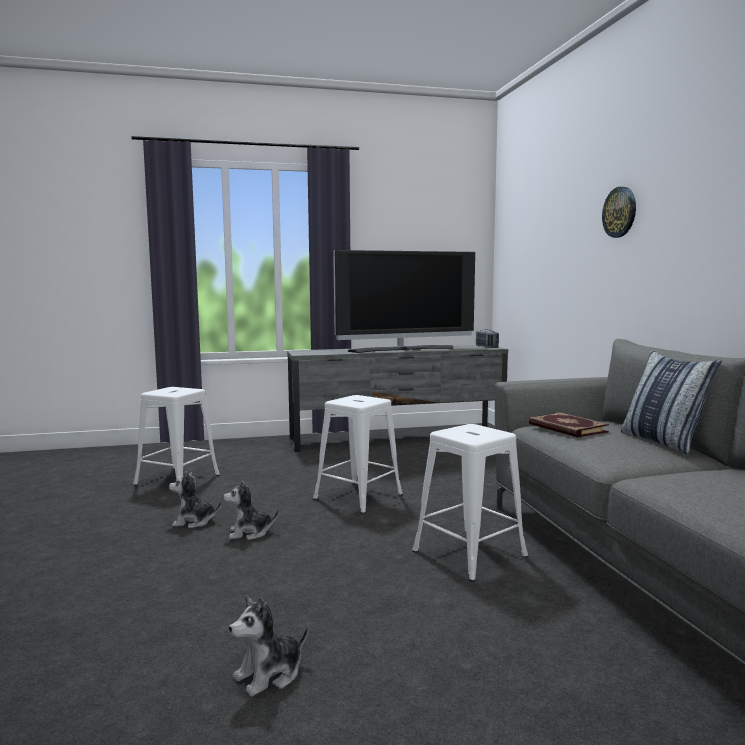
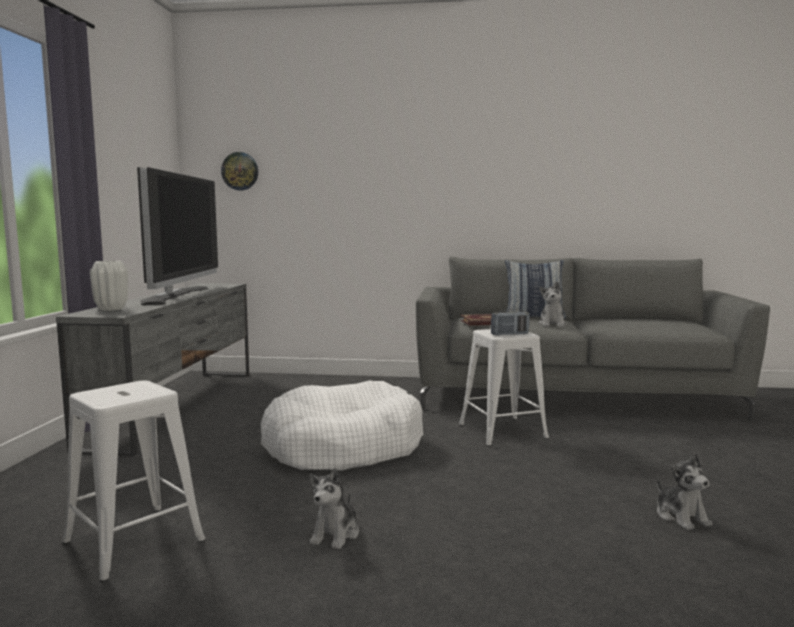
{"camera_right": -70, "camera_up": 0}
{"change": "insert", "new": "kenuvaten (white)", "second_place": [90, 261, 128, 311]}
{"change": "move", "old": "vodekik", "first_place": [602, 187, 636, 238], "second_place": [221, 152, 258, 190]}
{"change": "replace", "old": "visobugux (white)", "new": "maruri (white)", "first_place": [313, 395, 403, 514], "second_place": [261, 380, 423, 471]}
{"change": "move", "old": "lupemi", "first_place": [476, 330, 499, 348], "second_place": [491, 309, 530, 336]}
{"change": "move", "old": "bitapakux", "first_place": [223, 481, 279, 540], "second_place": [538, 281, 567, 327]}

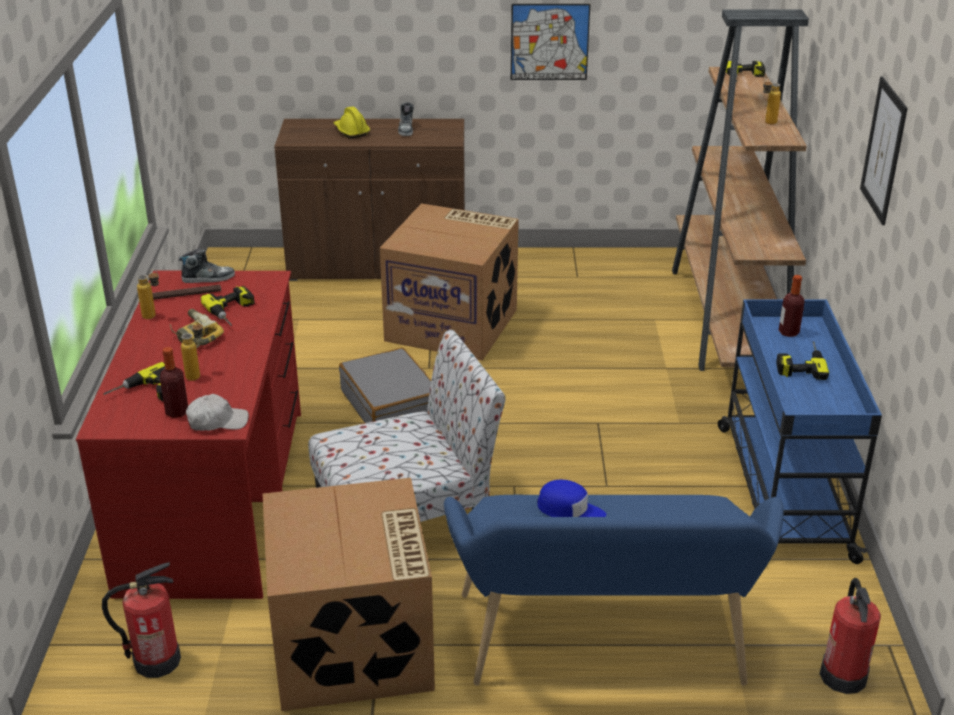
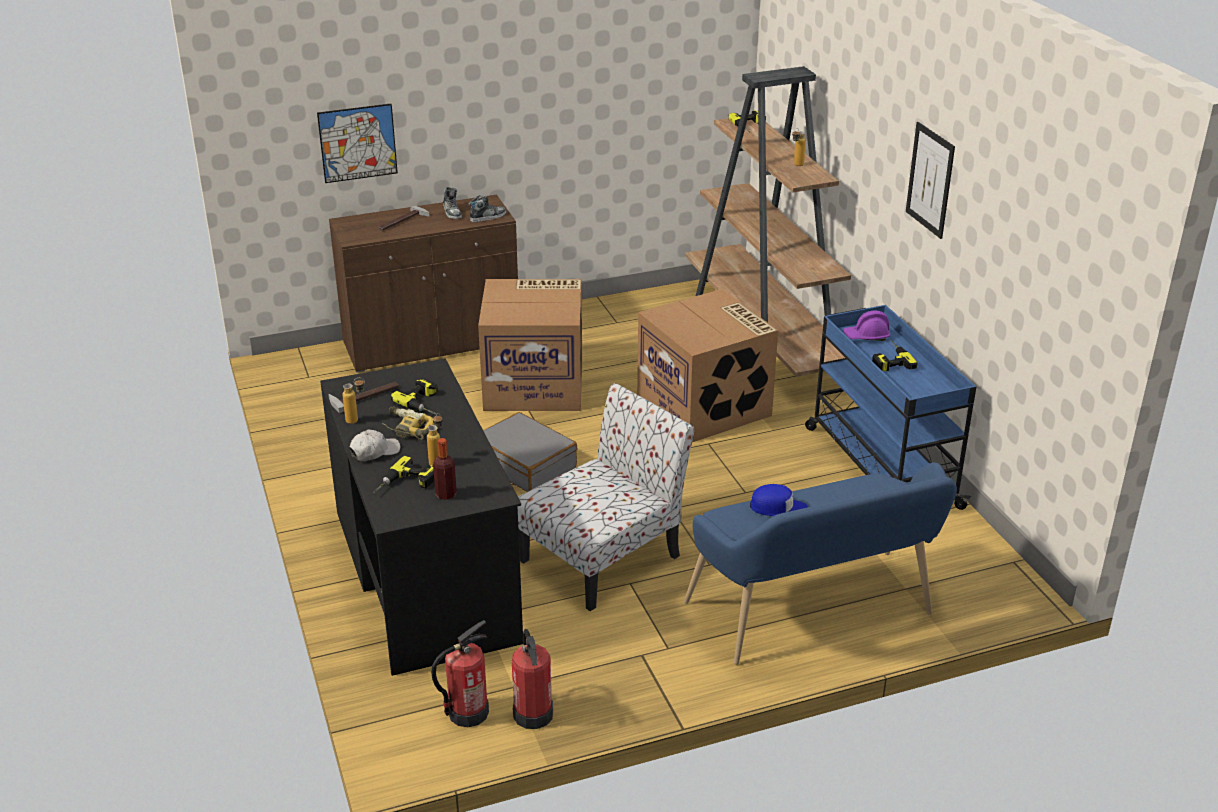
{"camera_right": -20, "camera_up": 0}
{"change": "move", "old": "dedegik", "first_place": [511, 4, 590, 80], "second_place": [317, 104, 398, 183]}
{"change": "recolor", "old": "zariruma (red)", "new": "zariruma (black)", "first_place": [76, 271, 301, 599], "second_place": [320, 359, 523, 676]}
{"change": "move", "old": "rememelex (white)", "first_place": [186, 394, 249, 431], "second_place": [349, 429, 400, 461]}
{"change": "replace", "old": "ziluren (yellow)", "new": "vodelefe", "first_place": [334, 106, 370, 138], "second_place": [378, 205, 430, 231]}
{"change": "move", "old": "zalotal", "first_place": [179, 249, 235, 283], "second_place": [468, 195, 506, 222]}
{"change": "move", "old": "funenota", "first_place": [820, 578, 881, 694], "second_place": [512, 629, 553, 729]}
{"change": "move", "old": "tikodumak", "first_place": [263, 478, 435, 711], "second_place": [637, 289, 778, 442]}
{"change": "replace", "old": "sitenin", "new": "ziluren (purple)", "first_place": [779, 275, 805, 337], "second_place": [843, 311, 890, 341]}

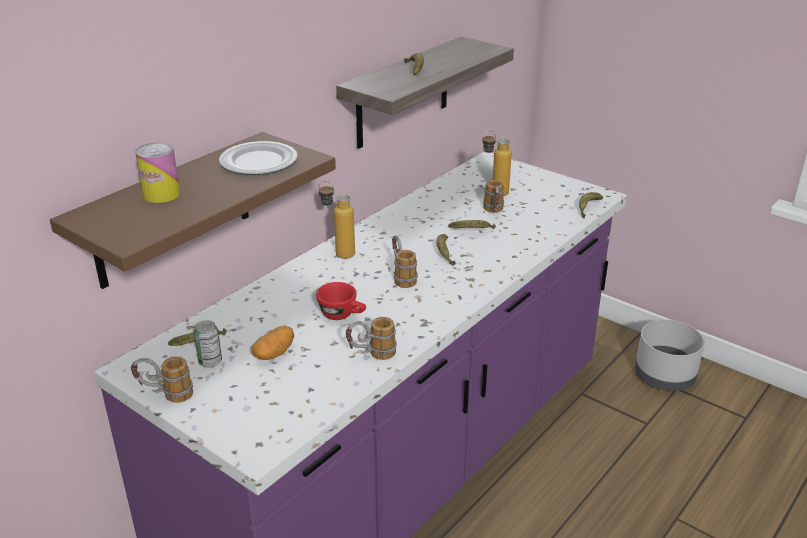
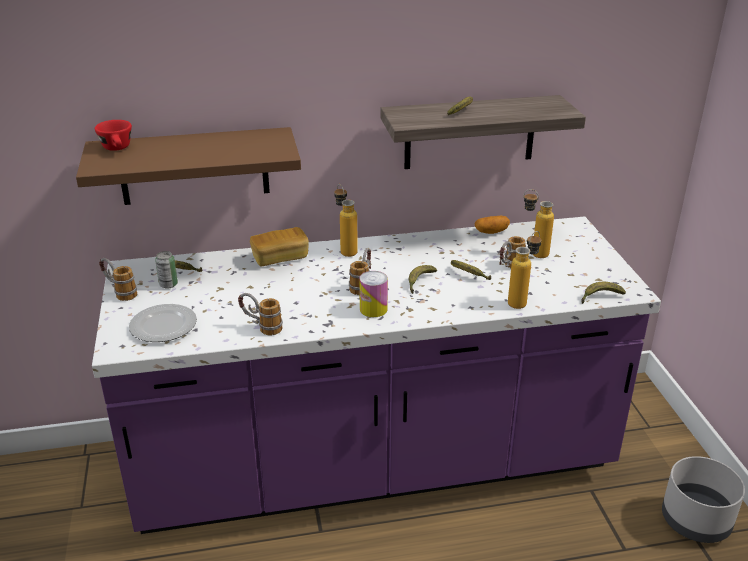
{"camera_right": 40, "camera_up": 0}
{"change": "move", "old": "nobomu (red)", "first_place": [316, 282, 366, 320], "second_place": [95, 120, 132, 151]}
{"change": "move", "old": "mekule", "first_place": [219, 141, 298, 175], "second_place": [129, 304, 197, 342]}
{"change": "insert", "new": "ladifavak", "second_place": [250, 227, 309, 266]}
{"change": "move", "old": "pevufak", "first_place": [135, 142, 180, 203], "second_place": [359, 271, 388, 317]}
{"change": "move", "old": "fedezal", "first_place": [251, 325, 294, 360], "second_place": [475, 216, 510, 234]}
{"change": "insert", "new": "sitenin", "second_place": [508, 231, 542, 309]}

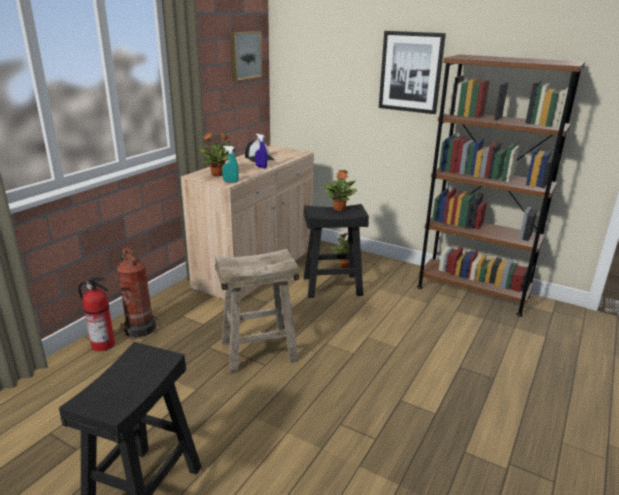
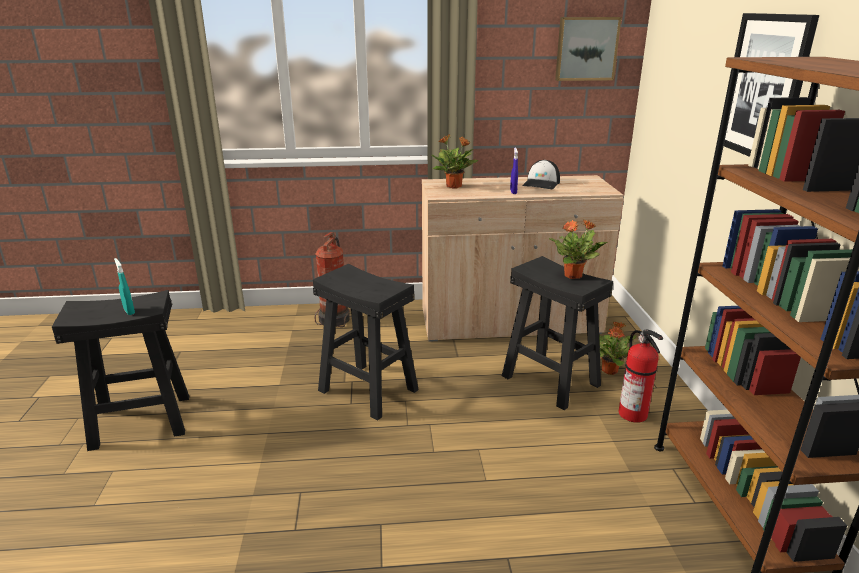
{"camera_right": 55, "camera_up": 0}
{"change": "move", "old": "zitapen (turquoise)", "first_place": [222, 146, 239, 182], "second_place": [114, 258, 135, 315]}
{"change": "recolor", "old": "visobugux (beige)", "new": "visobugux (black)", "first_place": [215, 249, 299, 374], "second_place": [313, 264, 419, 420]}
{"change": "move", "old": "funenota", "first_place": [78, 277, 115, 351], "second_place": [618, 330, 663, 423]}

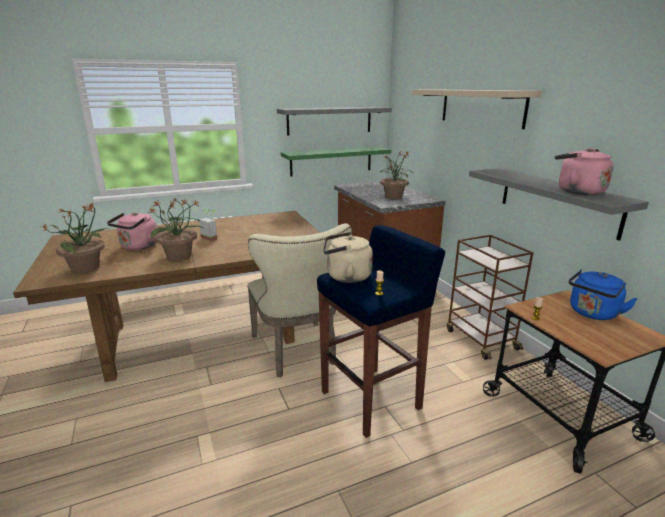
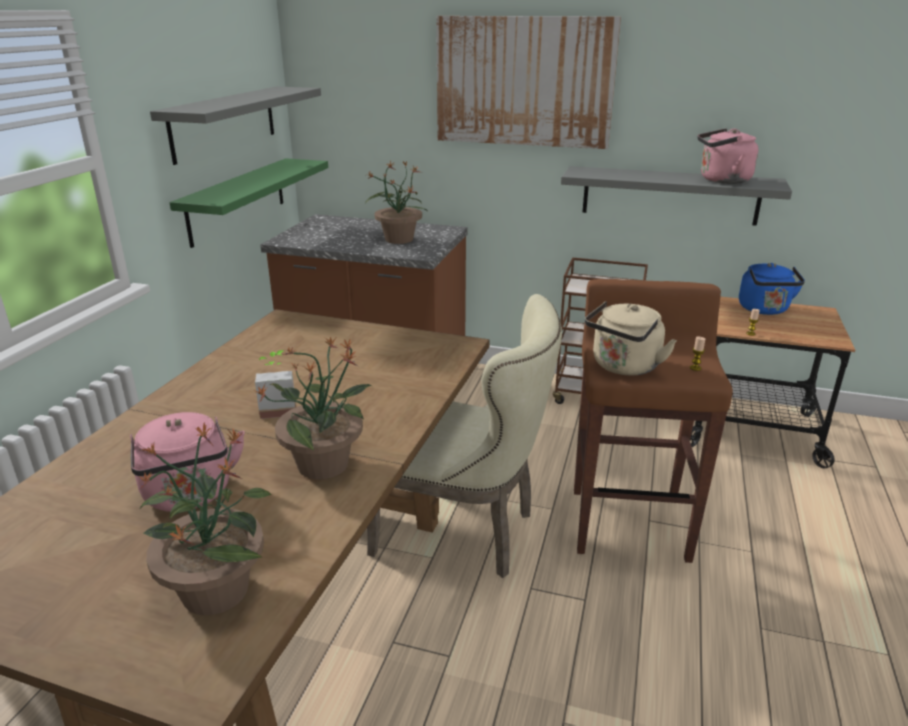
{"camera_right": -50, "camera_up": 5}
{"change": "replace", "old": "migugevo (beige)", "new": "dedegik", "first_place": [412, 90, 542, 129], "second_place": [436, 16, 621, 149]}
{"change": "recolor", "old": "visobugux (blue)", "new": "visobugux (brown)", "first_place": [317, 225, 445, 438], "second_place": [574, 279, 733, 563]}

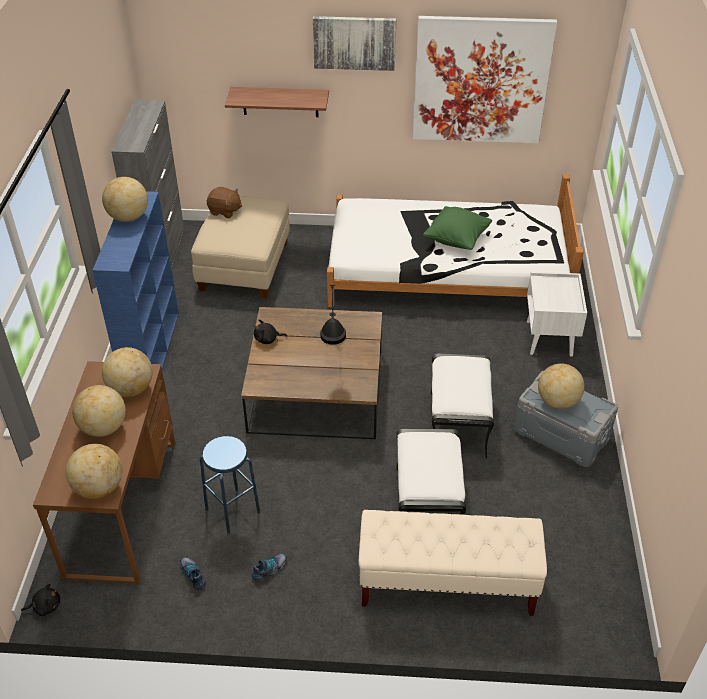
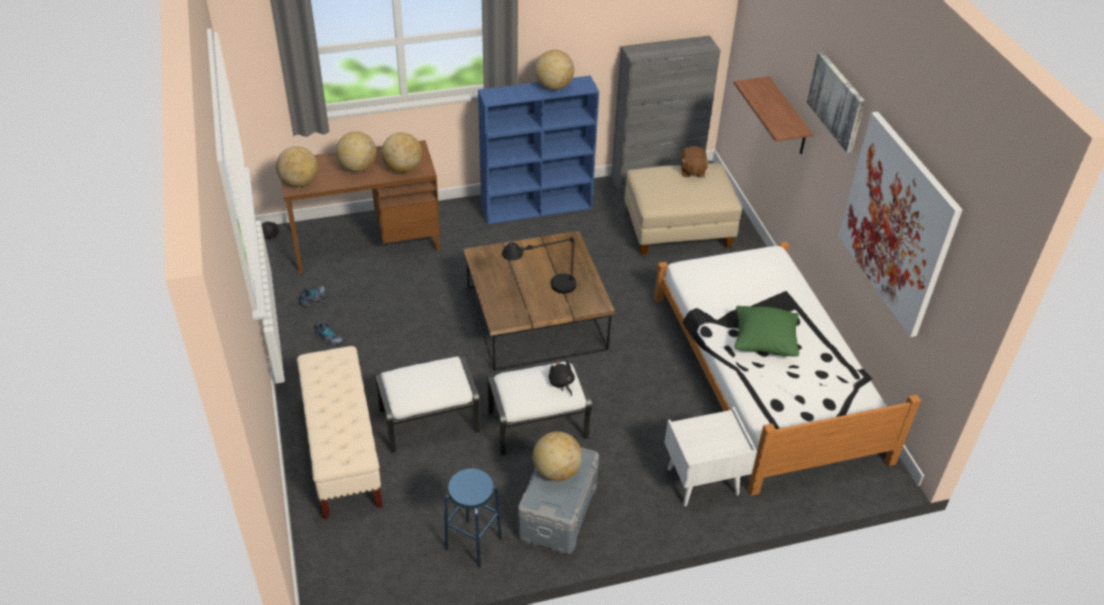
{"camera_right": 70, "camera_up": 0}
{"change": "move", "old": "visobugux (blue)", "first_place": [200, 436, 260, 534], "second_place": [444, 468, 502, 568]}
{"change": "move", "old": "bitapakux (black)", "first_place": [254, 319, 287, 344], "second_place": [549, 360, 575, 396]}

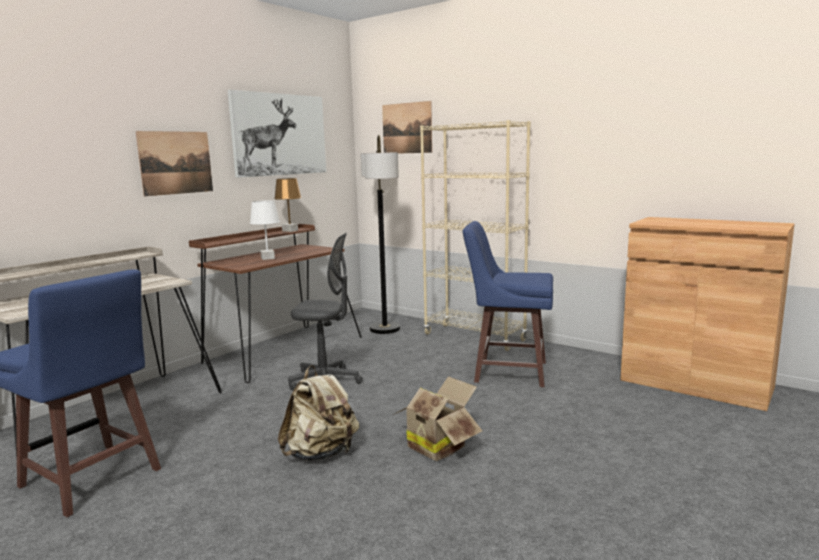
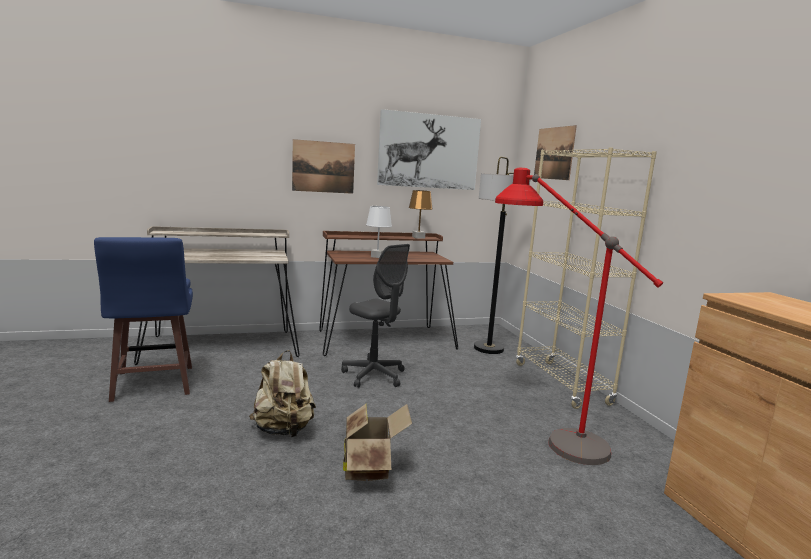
{"camera_right": 35, "camera_up": 0}
{"change": "replace", "old": "visobugux (blue)", "new": "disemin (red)", "first_place": [463, 221, 553, 387], "second_place": [495, 168, 663, 465]}

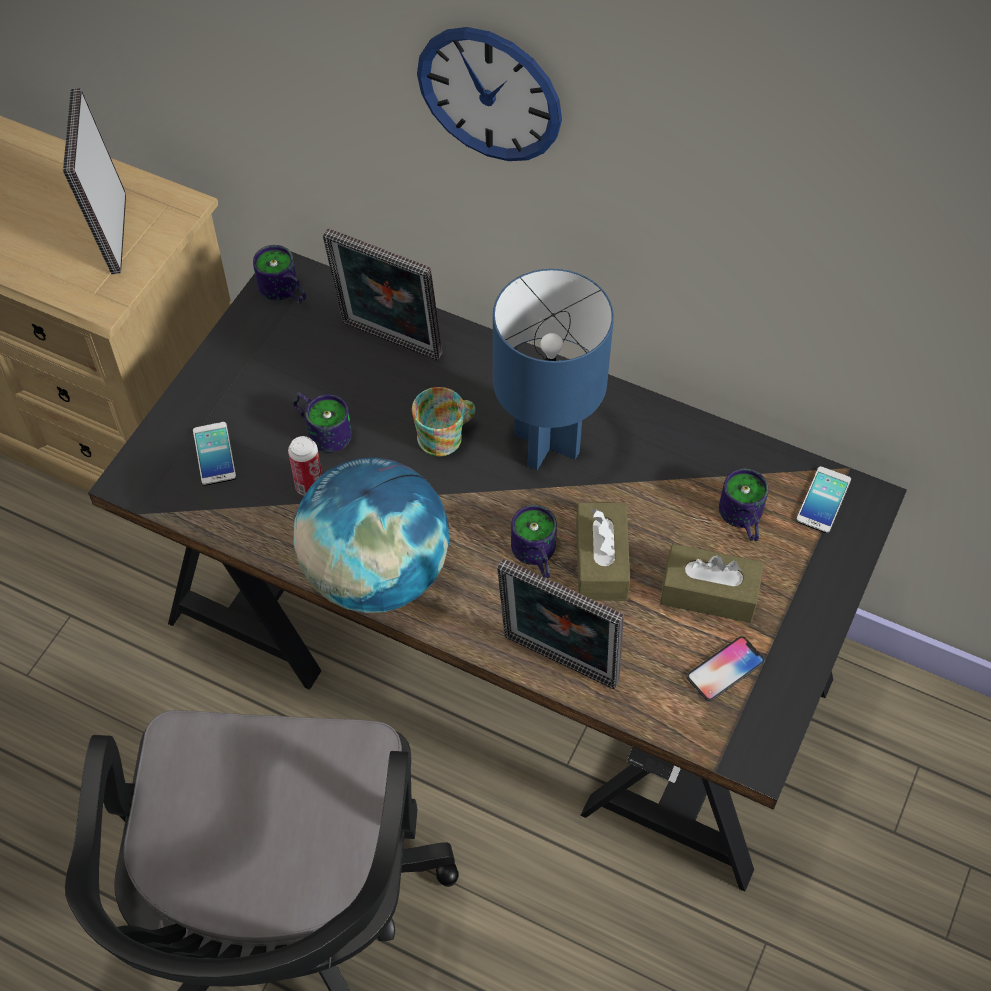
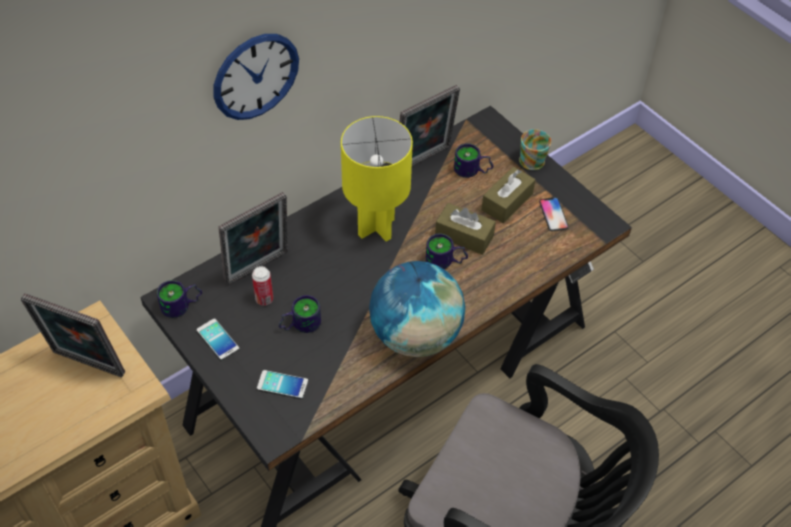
{"camera_right": -65, "camera_up": -5}
{"change": "move", "old": "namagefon", "first_place": [796, 466, 851, 534], "second_place": [197, 318, 240, 360]}
{"change": "move", "old": "pevufak", "first_place": [288, 436, 322, 496], "second_place": [252, 266, 273, 306]}
{"change": "recolor", "old": "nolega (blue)", "new": "nolega (yellow)", "first_place": [493, 269, 614, 470], "second_place": [341, 116, 413, 242]}
{"change": "move", "old": "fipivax", "first_place": [497, 559, 624, 689], "second_place": [399, 85, 460, 166]}
{"change": "move", "old": "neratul", "first_place": [412, 387, 475, 456], "second_place": [519, 129, 551, 170]}

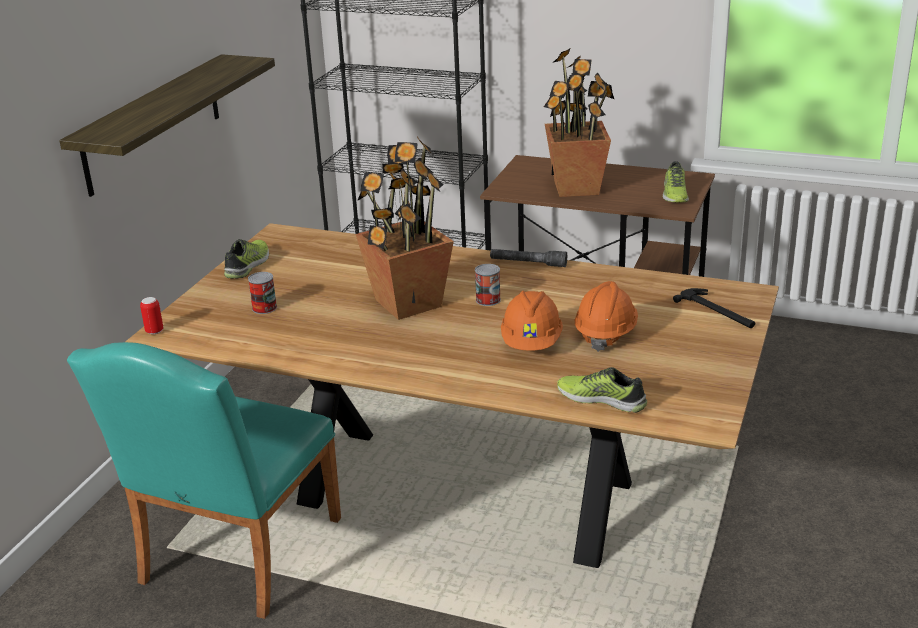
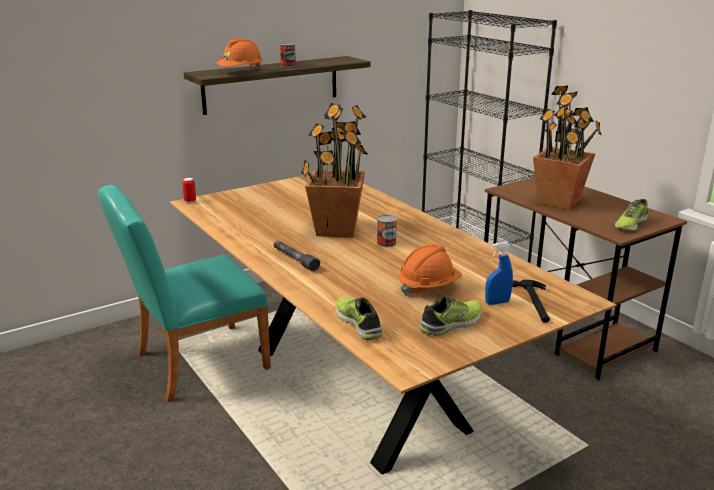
{"camera_right": 35, "camera_up": -5}
{"change": "move", "old": "ziluren (orange)", "first_place": [501, 291, 563, 351], "second_place": [216, 38, 263, 69]}
{"change": "move", "old": "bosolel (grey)", "first_place": [490, 249, 567, 267], "second_place": [274, 240, 320, 272]}
{"change": "move", "old": "pevufak", "first_place": [248, 272, 277, 314], "second_place": [280, 43, 296, 67]}
{"change": "move", "old": "zalotal", "first_place": [224, 239, 269, 279], "second_place": [420, 295, 482, 336]}
{"change": "insert", "new": "zitapen (blue)", "second_place": [485, 242, 513, 305]}

